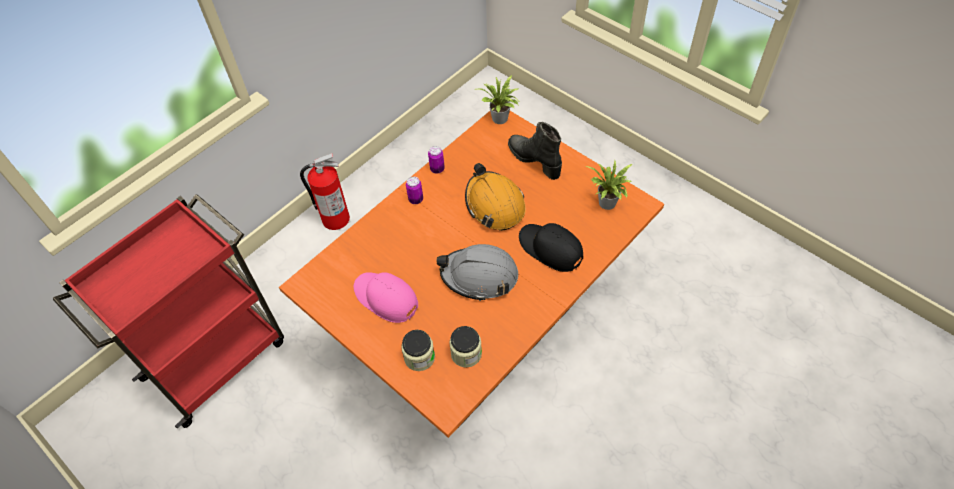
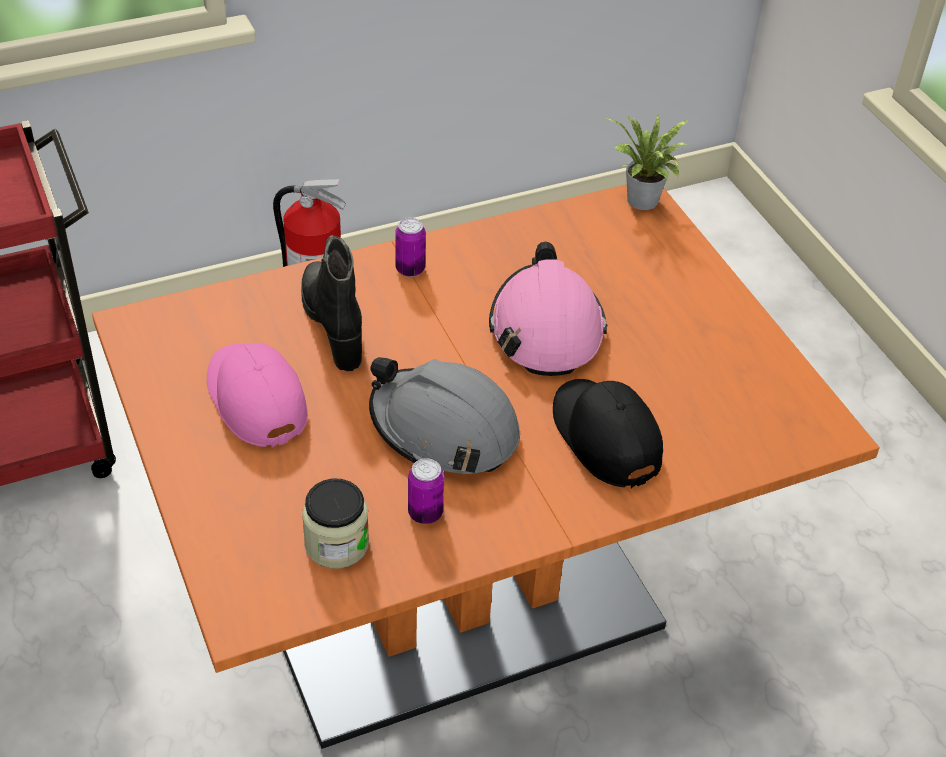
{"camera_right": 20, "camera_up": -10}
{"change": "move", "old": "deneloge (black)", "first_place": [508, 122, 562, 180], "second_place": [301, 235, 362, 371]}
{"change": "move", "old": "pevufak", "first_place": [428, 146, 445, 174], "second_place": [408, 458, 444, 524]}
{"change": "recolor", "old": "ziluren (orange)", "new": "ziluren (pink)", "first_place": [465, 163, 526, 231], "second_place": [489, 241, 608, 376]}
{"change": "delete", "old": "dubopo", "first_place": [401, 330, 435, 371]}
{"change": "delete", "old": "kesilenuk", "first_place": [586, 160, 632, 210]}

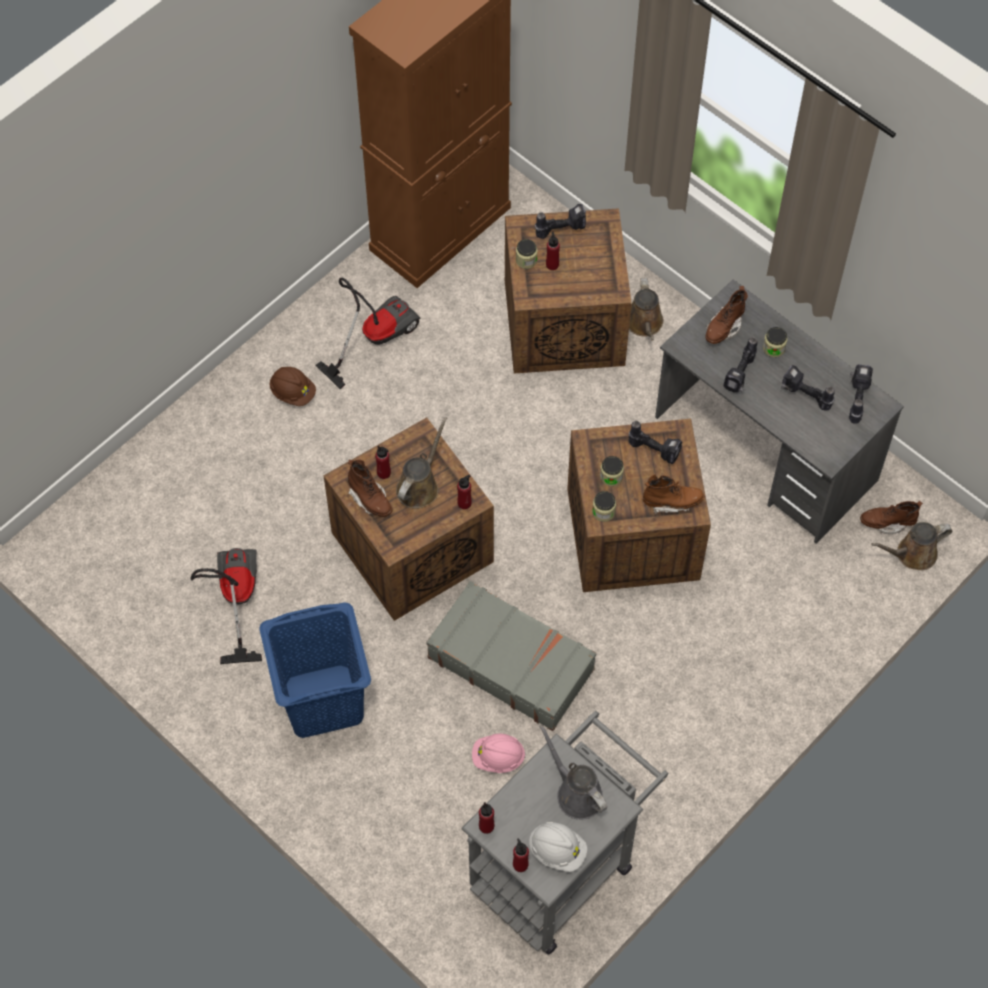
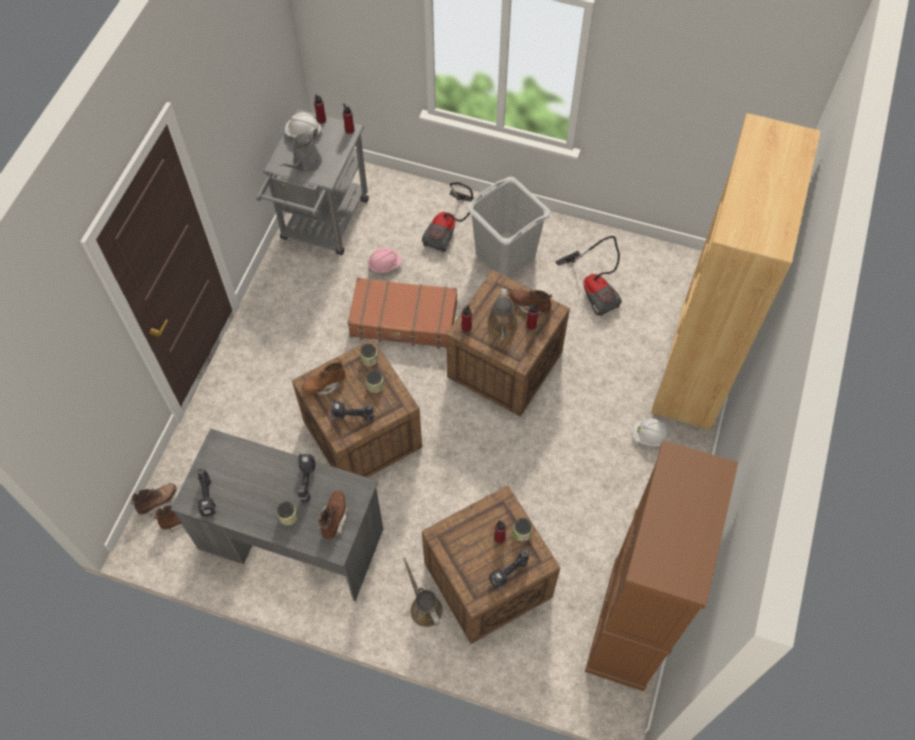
{"camera_right": 155, "camera_up": 0}
{"change": "replace", "old": "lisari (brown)", "new": "deneloge (brown)", "first_place": [871, 522, 952, 570], "second_place": [131, 483, 177, 516]}
{"change": "rotate", "old": "lisari (grey)", "first_place": [539, 724, 607, 820], "second_place": [279, 127, 322, 173], "degrees": 90}
{"change": "recolor", "old": "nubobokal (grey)", "new": "nubobokal (brown)", "first_place": [427, 581, 596, 731], "second_place": [347, 277, 457, 349]}
{"change": "move", "old": "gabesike", "first_place": [315, 277, 421, 389], "second_place": [422, 182, 474, 253]}
{"change": "recolor", "old": "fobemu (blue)", "new": "fobemu (grey)", "first_place": [259, 602, 371, 738], "second_place": [466, 176, 551, 277]}
{"change": "recolor", "old": "ziluren (brown)", "new": "ziluren (white)", "first_place": [270, 367, 316, 406], "second_place": [632, 419, 670, 447]}
{"change": "insert", "new": "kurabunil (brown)", "second_place": [651, 113, 820, 430]}
{"change": "delete", "old": "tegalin", "first_place": [781, 365, 835, 410]}

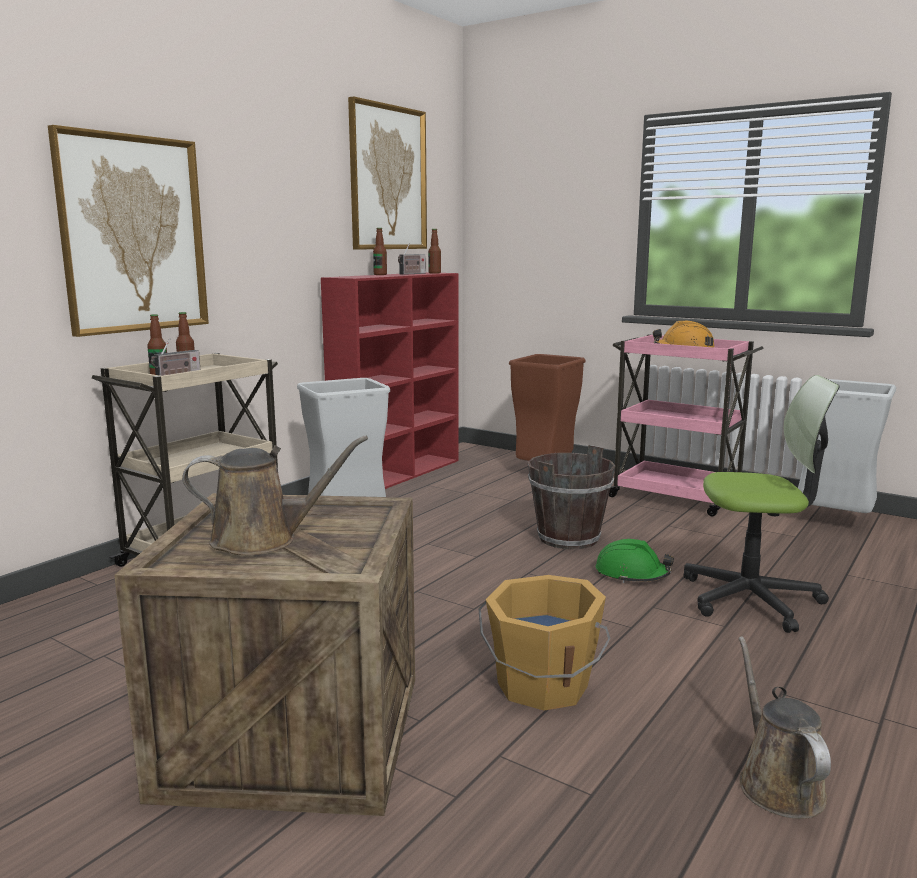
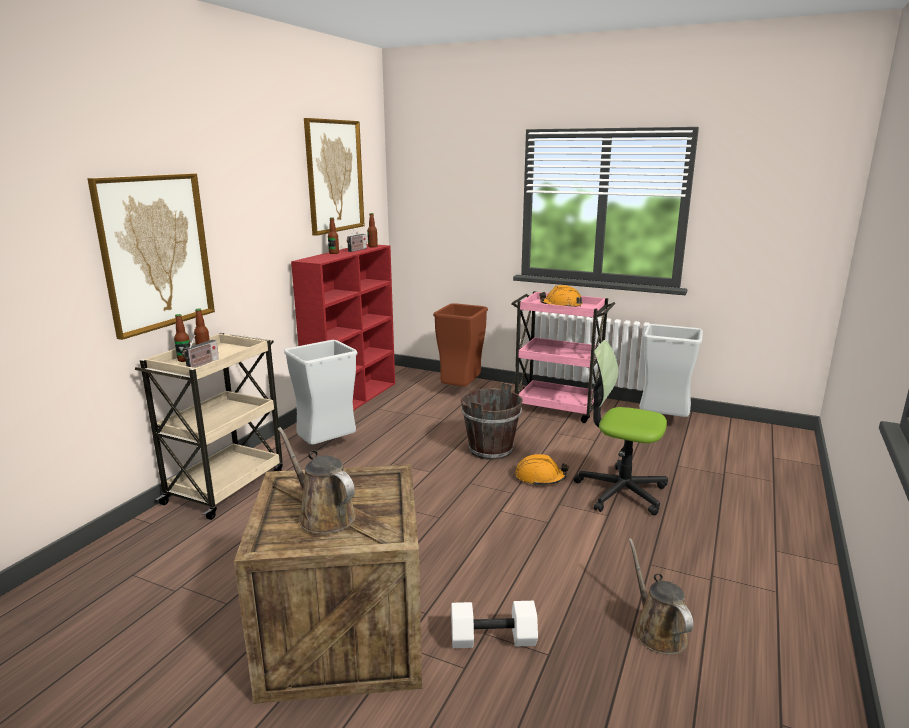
{"camera_right": -10, "camera_up": 5}
{"change": "rotate", "old": "lisari (brown)", "first_place": [182, 435, 368, 555], "second_place": [278, 427, 356, 534], "degrees": -120}
{"change": "insert", "new": "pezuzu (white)", "second_place": [451, 601, 538, 648]}
{"change": "recolor", "old": "ziluren (green)", "new": "ziluren (orange)", "first_place": [596, 539, 674, 583], "second_place": [515, 454, 569, 486]}
{"change": "rotate", "old": "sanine", "first_place": [684, 375, 840, 633], "second_place": [574, 340, 668, 515], "degrees": -150}
{"change": "delete", "old": "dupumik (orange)", "first_place": [479, 575, 611, 710]}

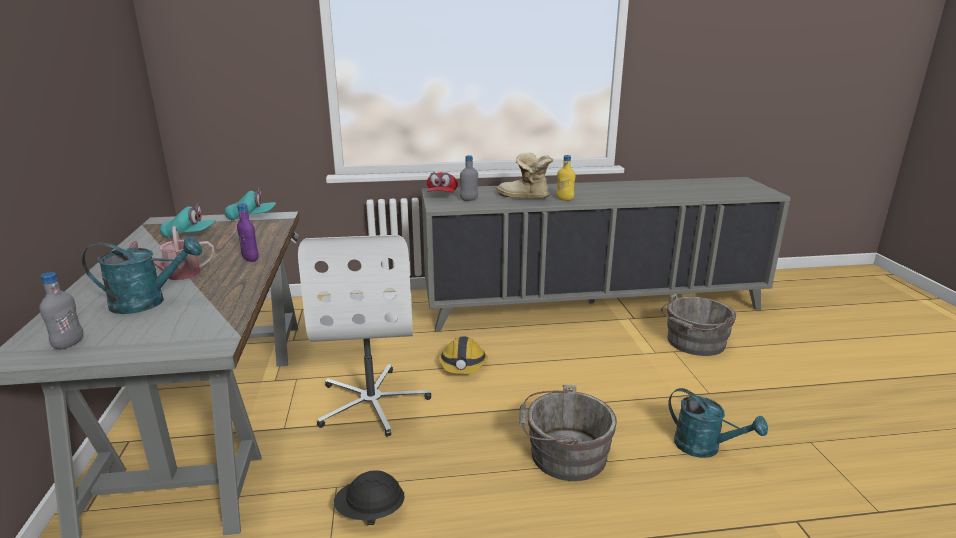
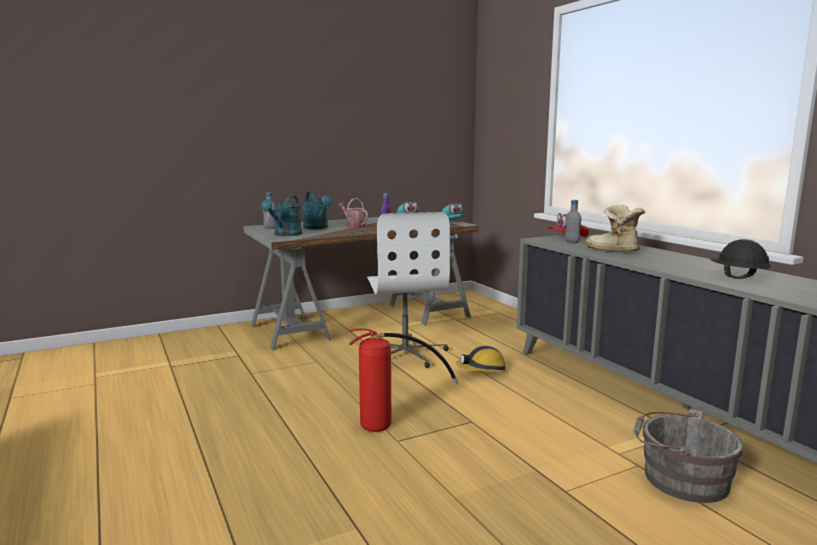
{"camera_right": 70, "camera_up": -10}
{"change": "move", "old": "lisari (turquoise)", "first_place": [668, 388, 768, 458], "second_place": [261, 196, 302, 236]}
{"change": "replace", "old": "dupumik (grey)", "new": "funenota", "first_place": [519, 385, 617, 481], "second_place": [348, 329, 458, 432]}
{"change": "rotate", "old": "sanine (white)", "first_place": [298, 235, 431, 437], "second_place": [367, 212, 450, 368], "degrees": -75}
{"change": "rotate", "old": "deneloge", "first_place": [496, 152, 553, 198], "second_place": [585, 205, 645, 251], "degrees": -45}
{"change": "move", "old": "ziluren (black)", "first_place": [334, 470, 405, 525], "second_place": [710, 239, 771, 279]}
{"change": "delete", "old": "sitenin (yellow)", "first_place": [556, 155, 576, 201]}

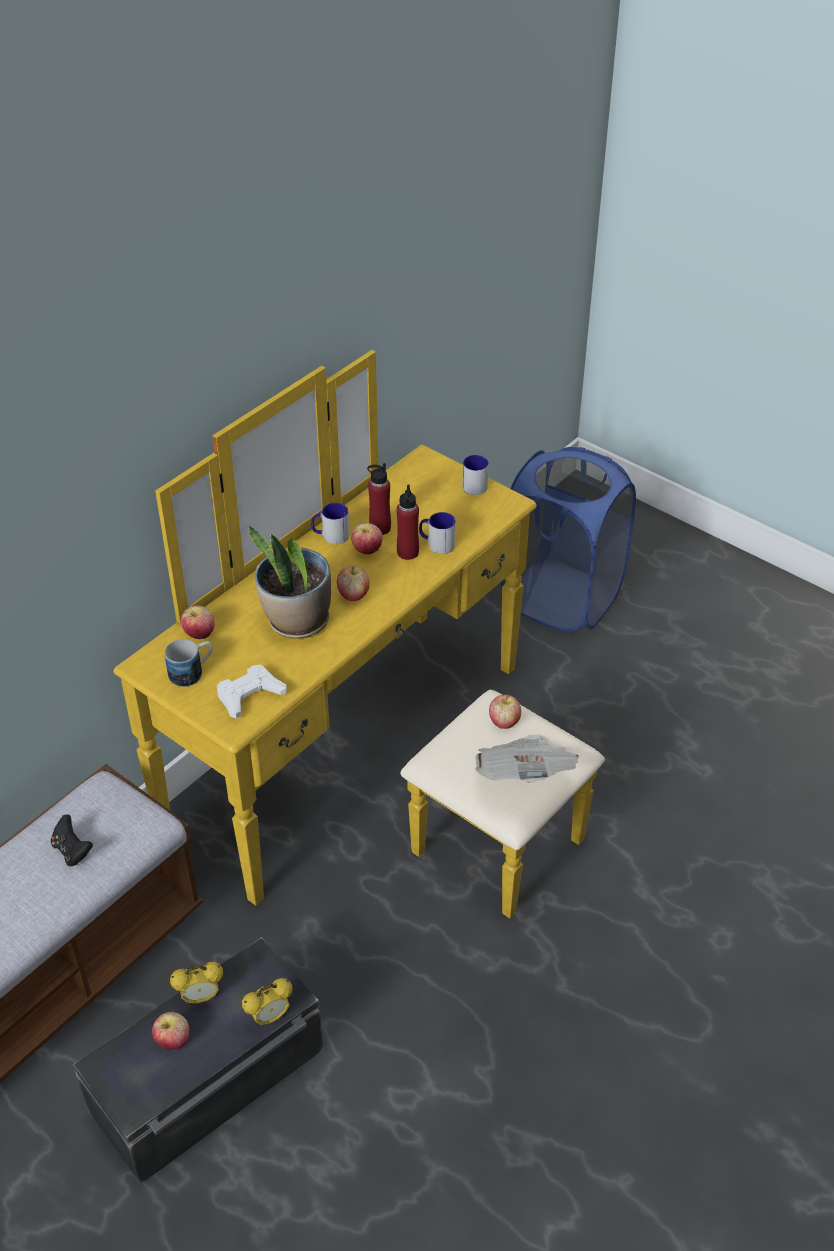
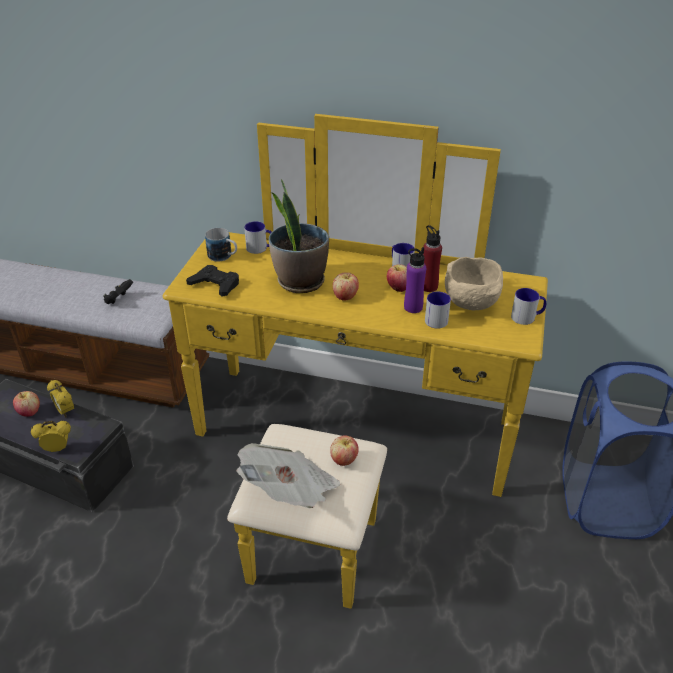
{"camera_right": 65, "camera_up": -5}
{"change": "rotate", "old": "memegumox", "first_place": [242, 978, 293, 1026], "second_place": [31, 421, 71, 452], "degrees": 135}
{"change": "recolor", "old": "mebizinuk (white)", "new": "mebizinuk (black)", "first_place": [217, 665, 287, 719], "second_place": [186, 265, 239, 297]}
{"change": "replace", "old": "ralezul", "new": "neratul", "first_place": [181, 605, 215, 639], "second_place": [244, 221, 272, 254]}
{"change": "recolor", "old": "sitenin (red)", "new": "sitenin (purple)", "first_place": [396, 485, 419, 560], "second_place": [404, 247, 426, 313]}
{"change": "insert", "new": "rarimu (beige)", "second_place": [445, 257, 503, 310]}

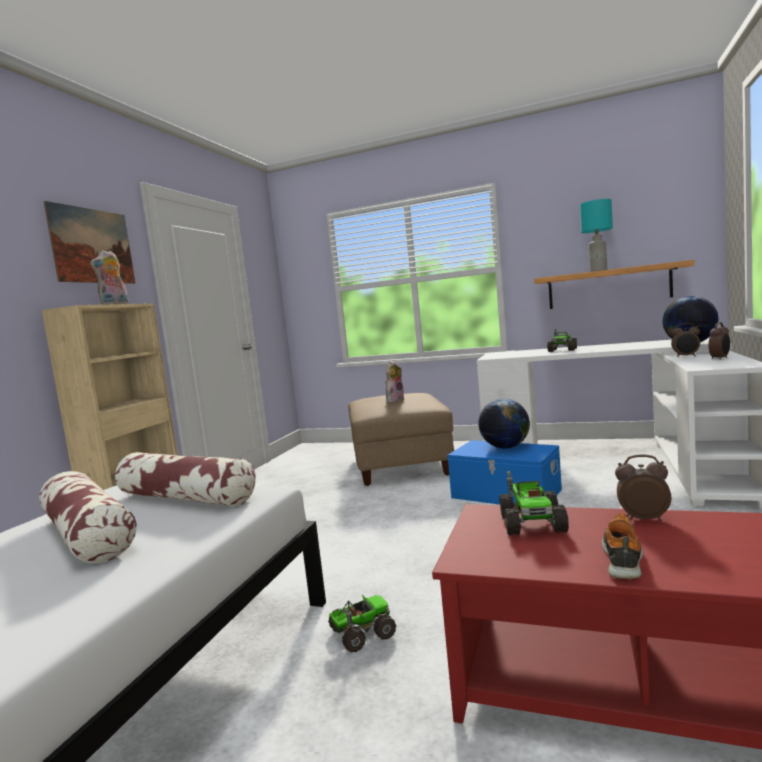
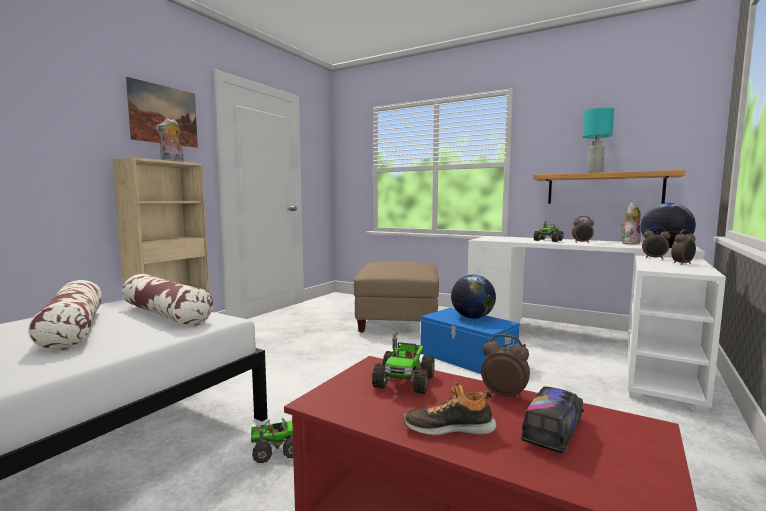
{"camera_right": 10, "camera_up": 0}
{"change": "rotate", "old": "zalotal", "first_place": [602, 513, 643, 579], "second_place": [403, 381, 496, 436], "degrees": -120}
{"change": "insert", "new": "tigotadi", "second_place": [521, 386, 584, 453]}
{"change": "insert", "new": "memegumox", "second_place": [572, 216, 594, 243]}
{"change": "move", "old": "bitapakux", "first_place": [385, 361, 404, 403], "second_place": [621, 203, 641, 244]}

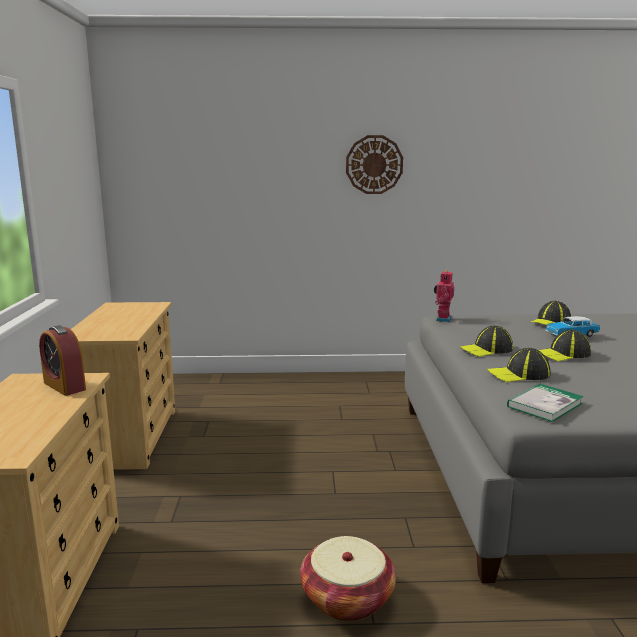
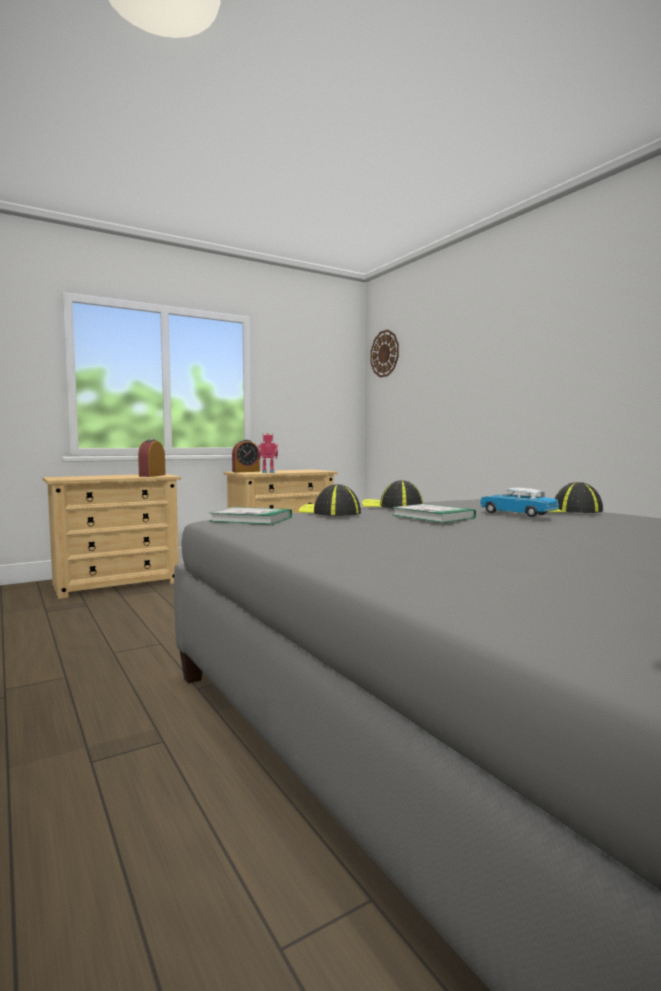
{"camera_right": 60, "camera_up": -10}
{"change": "insert", "new": "memegumox", "second_place": [232, 440, 260, 472]}
{"change": "move", "old": "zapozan", "first_place": [434, 270, 454, 322], "second_place": [258, 433, 278, 473]}
{"change": "move", "old": "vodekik", "first_place": [346, 135, 403, 194], "second_place": [370, 330, 399, 378]}
{"change": "replace", "old": "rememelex", "new": "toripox", "first_place": [539, 329, 591, 362], "second_place": [392, 504, 476, 523]}
{"change": "delete", "old": "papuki", "first_place": [300, 536, 396, 621]}

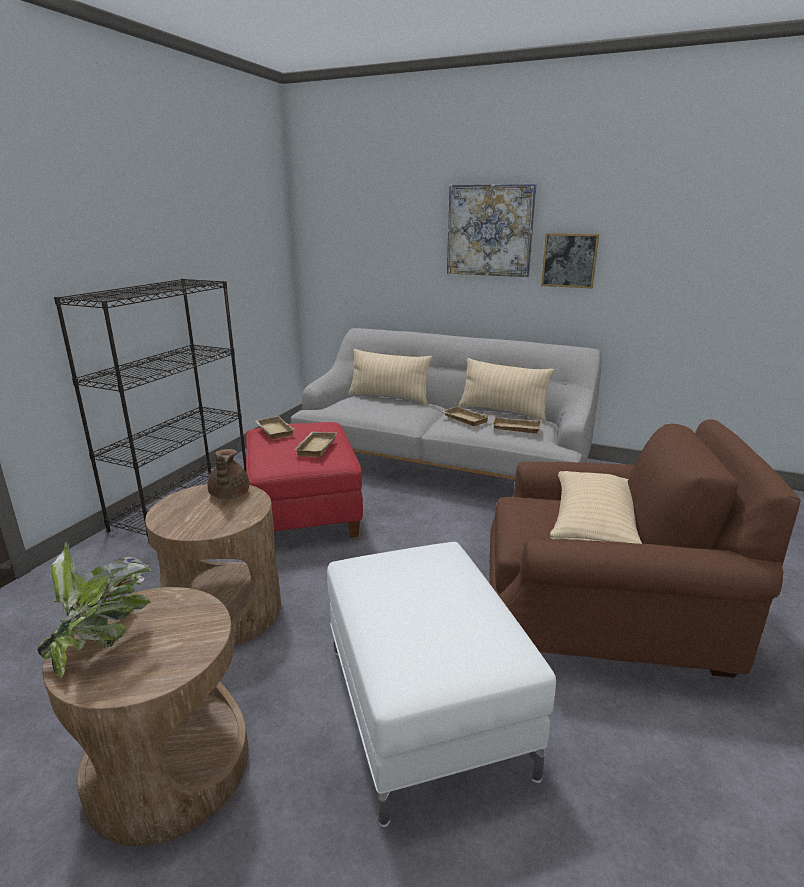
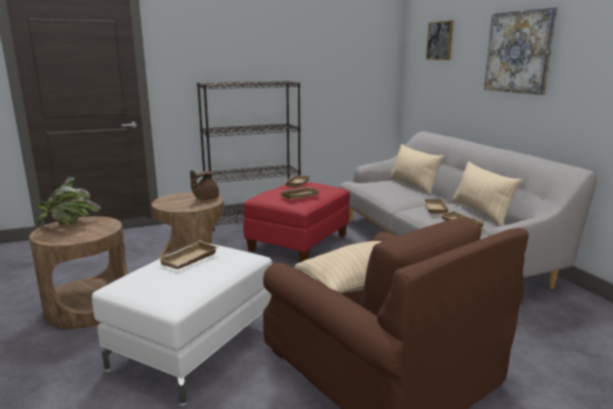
{"camera_right": 45, "camera_up": -5}
{"change": "insert", "new": "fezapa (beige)", "second_place": [158, 240, 218, 269]}
{"change": "move", "old": "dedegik", "first_place": [541, 233, 599, 288], "second_place": [426, 20, 454, 60]}

